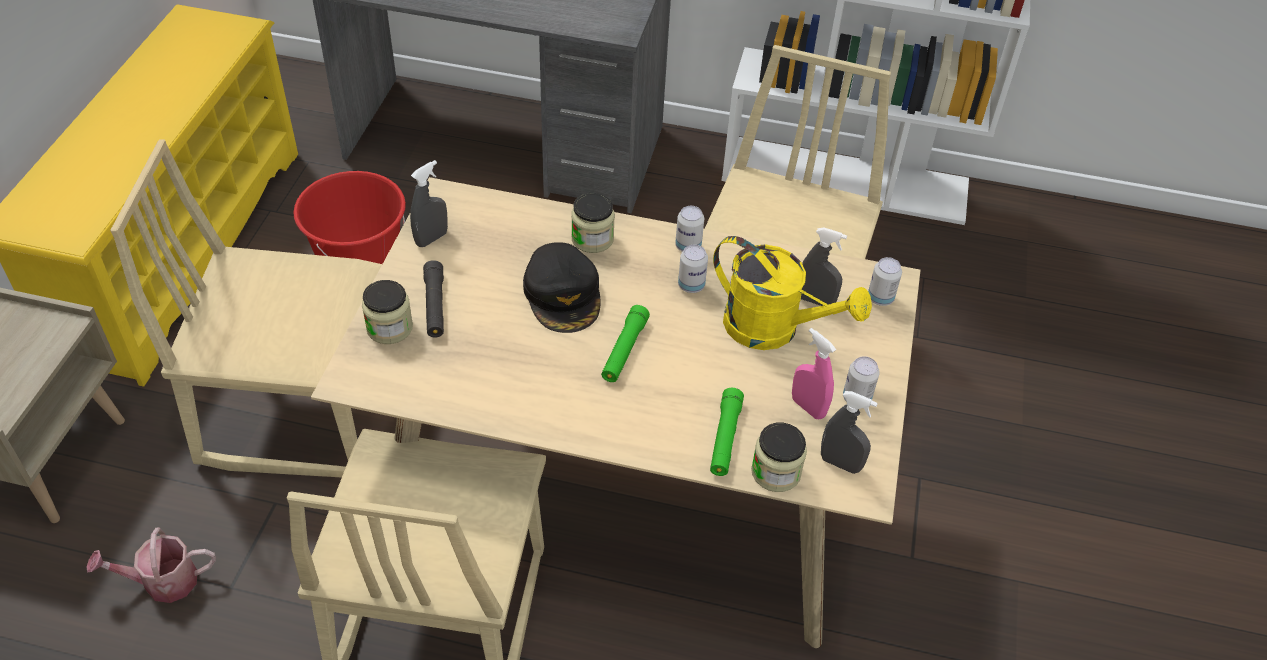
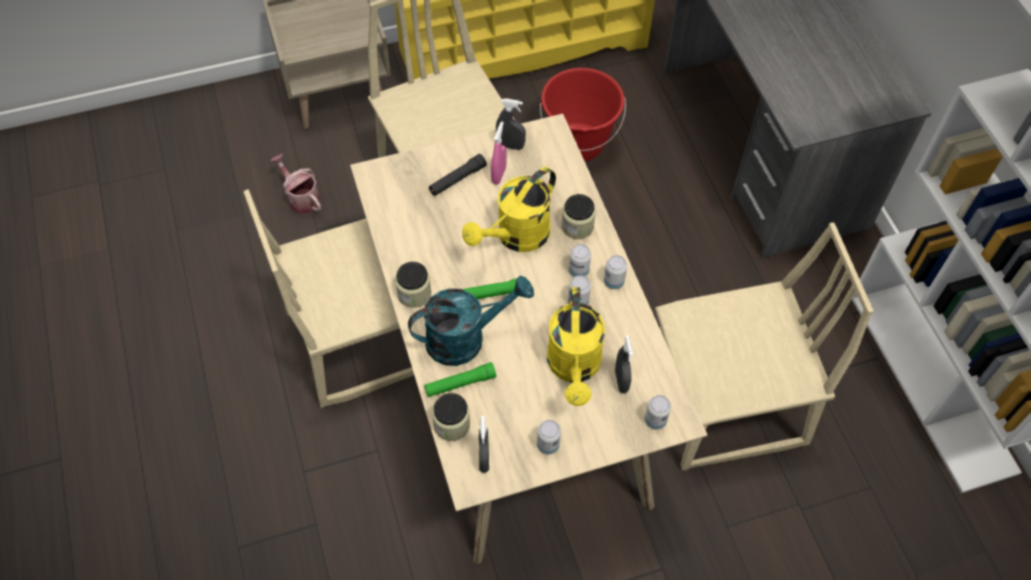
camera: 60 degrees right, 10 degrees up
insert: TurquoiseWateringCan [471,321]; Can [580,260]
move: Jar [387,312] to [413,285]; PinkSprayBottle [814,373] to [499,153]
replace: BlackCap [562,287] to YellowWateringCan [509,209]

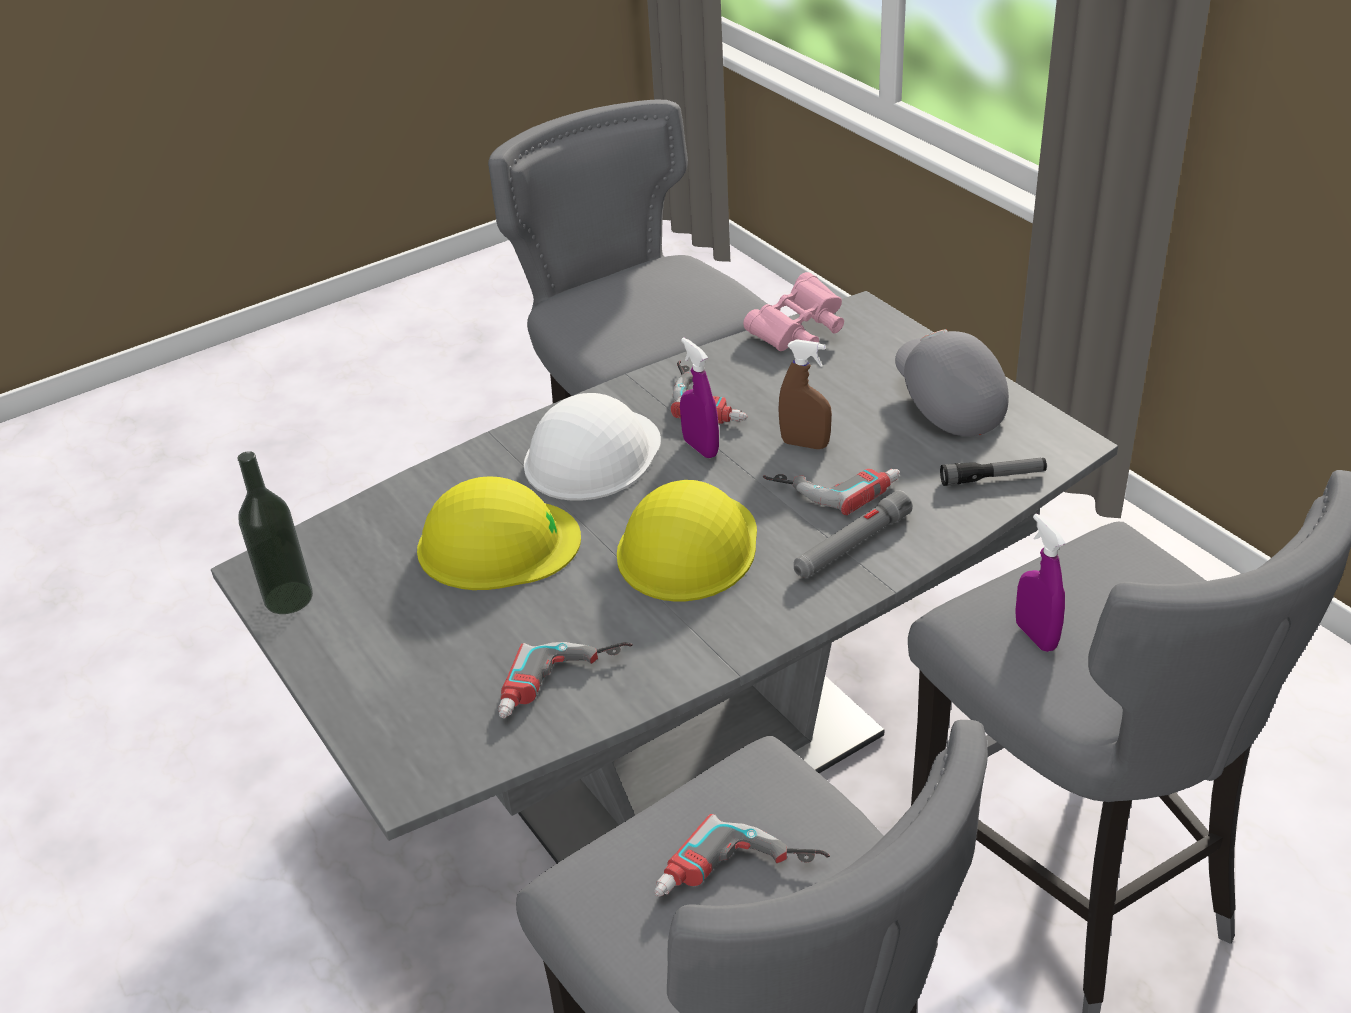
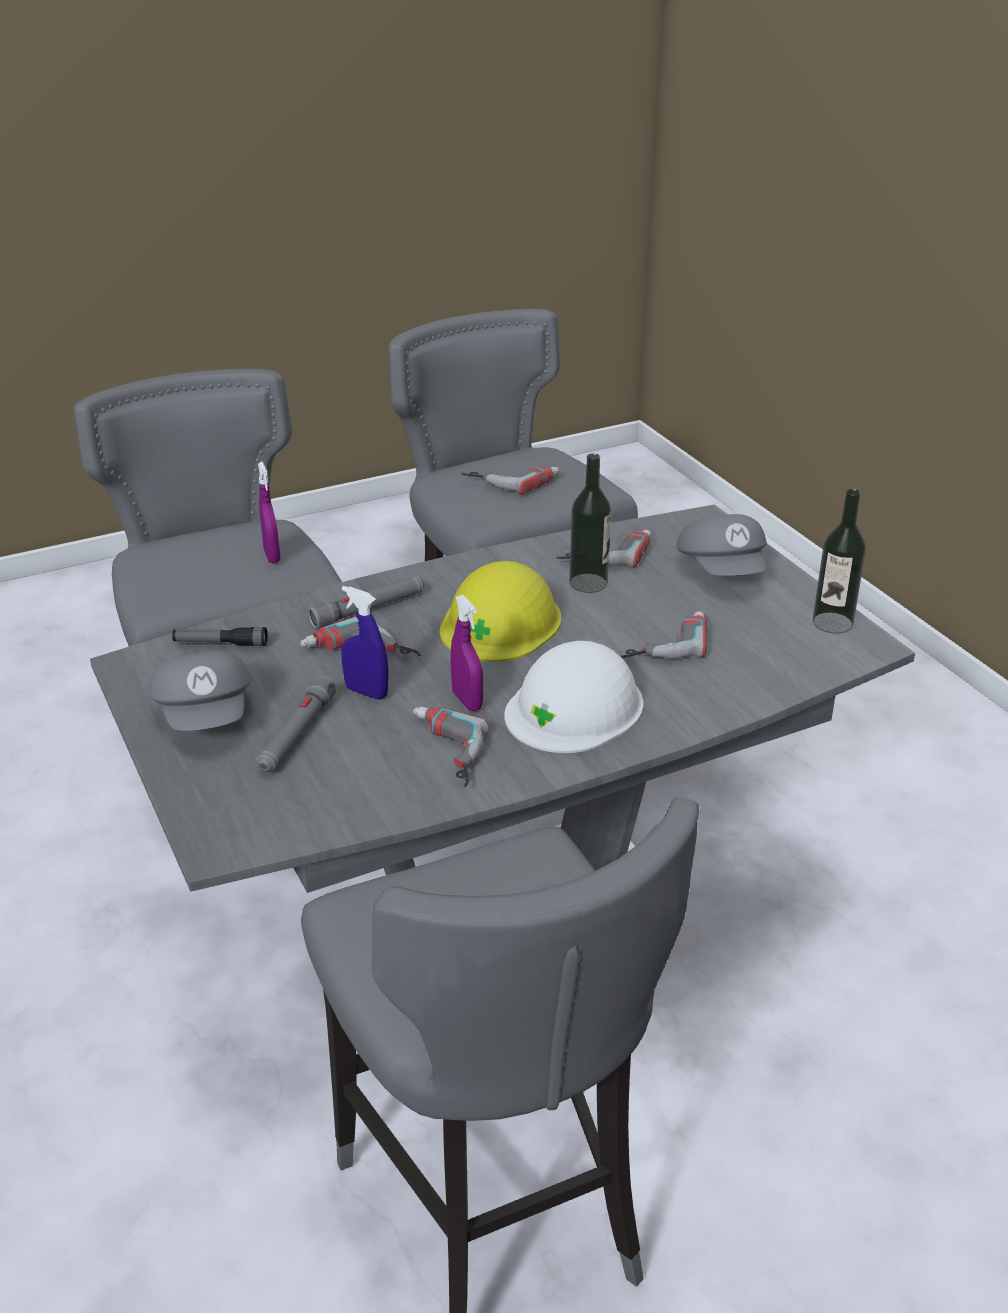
camera: 175 degrees left, 5 degrees down
delete: PinkBinoculars [793,311]
insert: GreyFlashlight [296,724]; Bottle [590,523]; GreyCap [721,545]
replace: YellowHardHat [499,533] to PowerDrill [663,635]
recolor: BrownSprayBottle [805,394] to BlueSprayBottle [365,643]

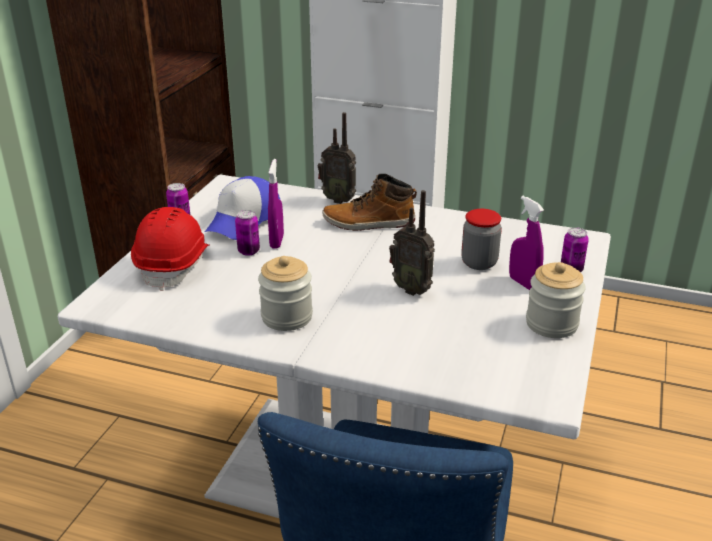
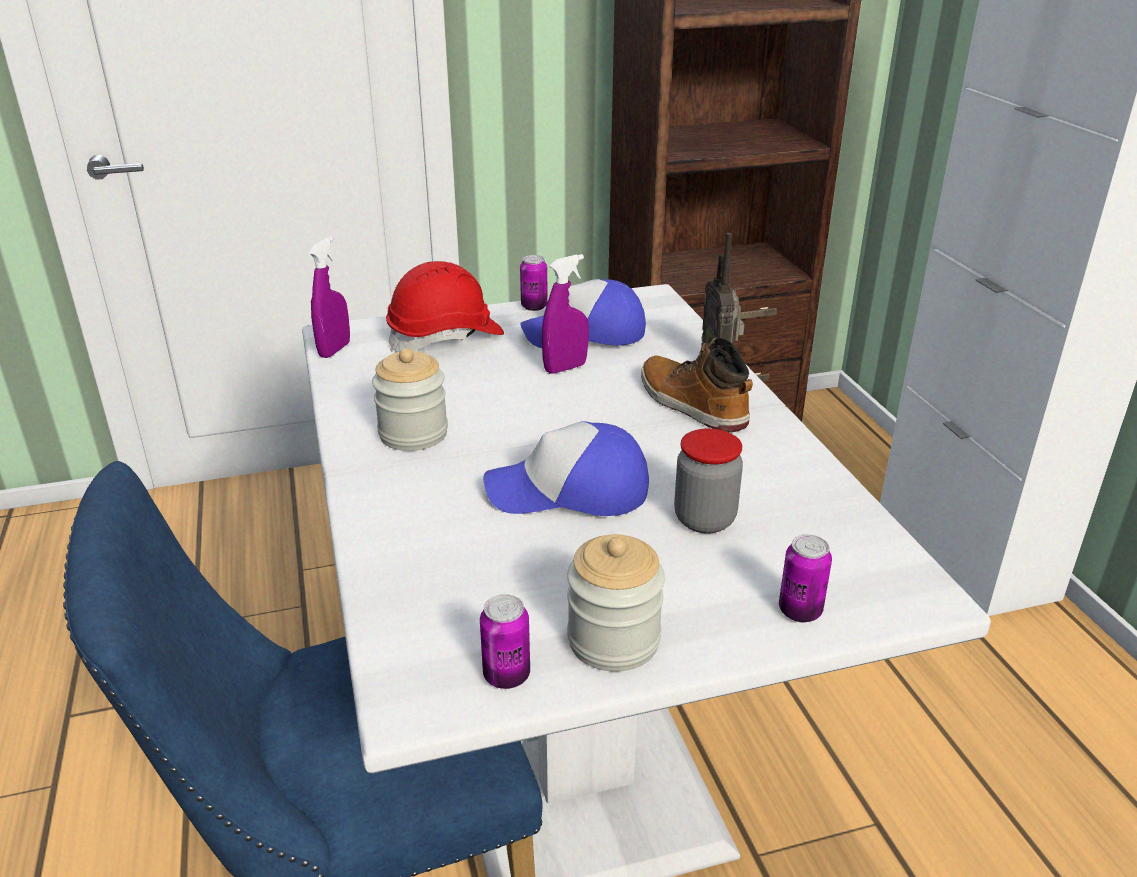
camera: 55 degrees right, 0 degrees up
move: Can [247,233] to [505,641]; PurpleSprayBottle [526,243] to [329,297]
replace: Radio [412,243] to Cap [566,468]

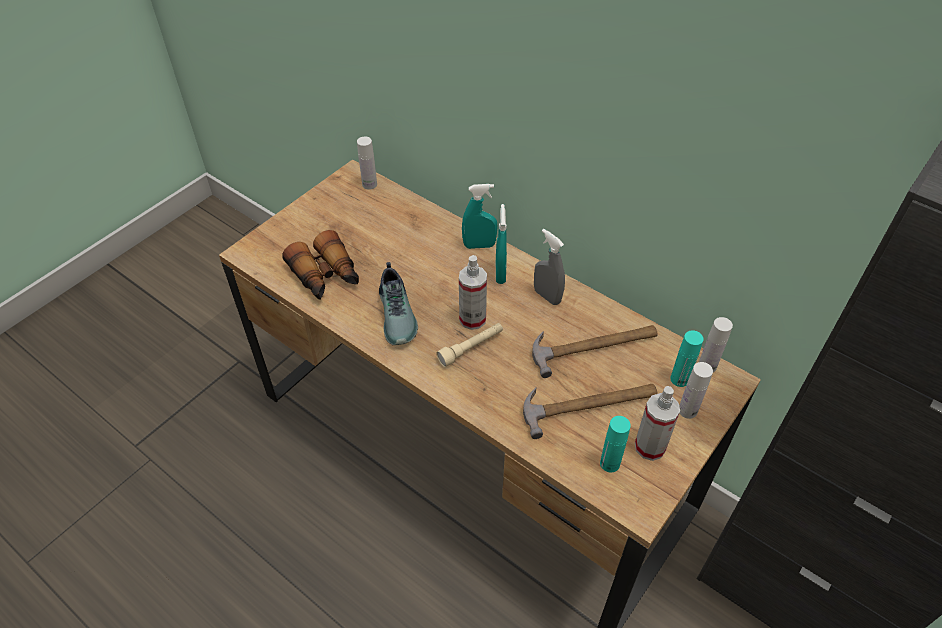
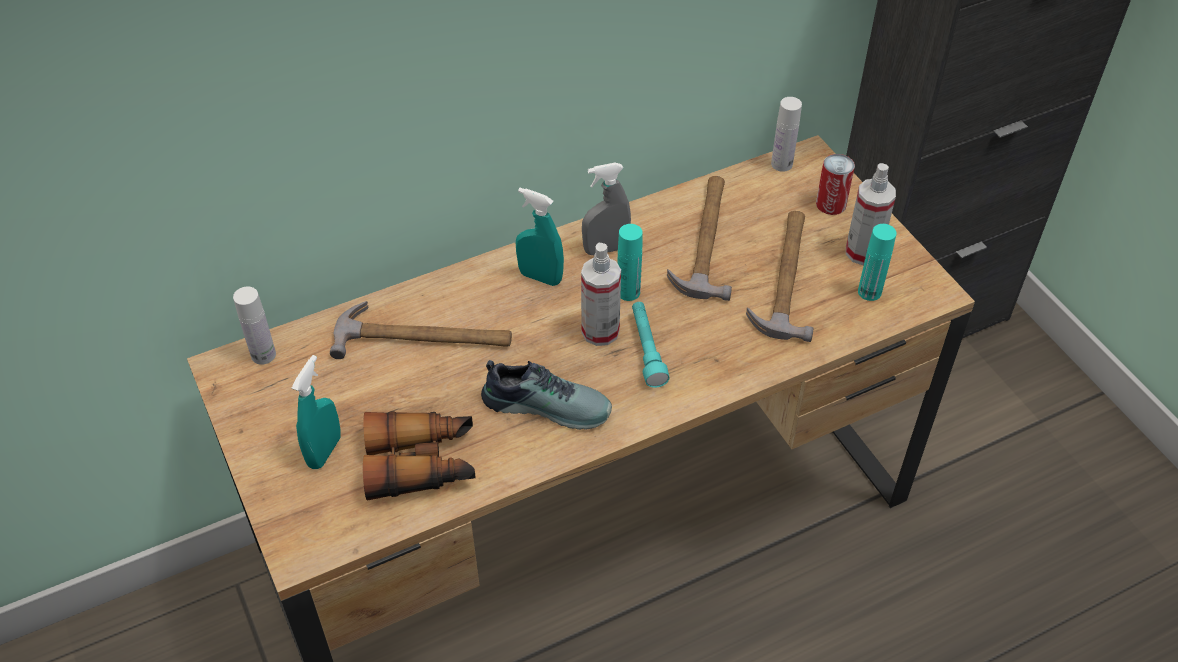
camera: 65 degrees left, 0 degrees up
insert: Hammer [421,330]
move: TurquoiseSprayBottle [480,216] to [316,412]; TurquoiseBottle [687,358] to [630,262]
replace: WhiteBottle [696,390] to Can [835,184]
recolor: BeigeFlashlight [469,345] to TurquoiseFlashlight [650,345]

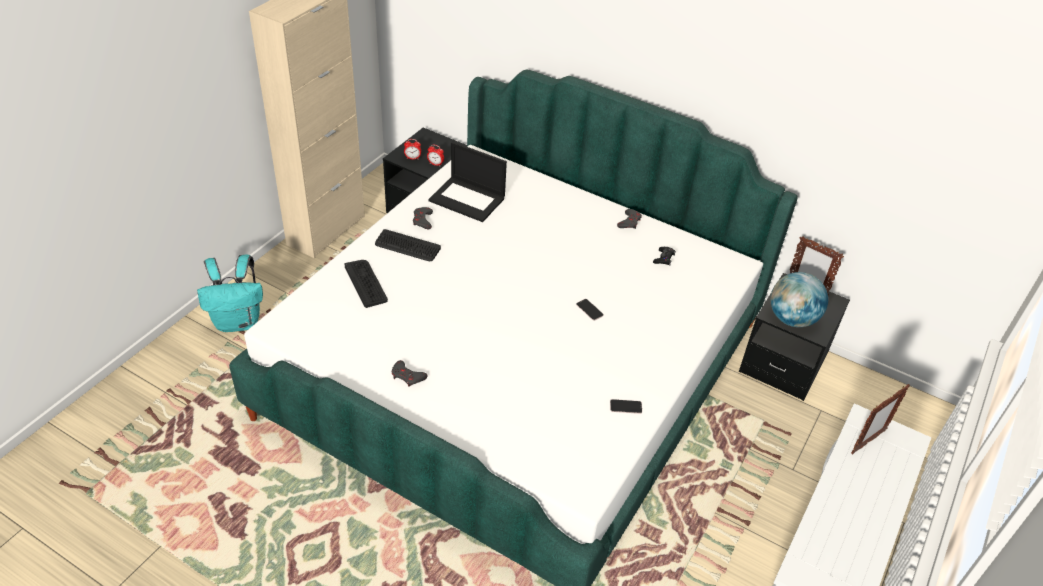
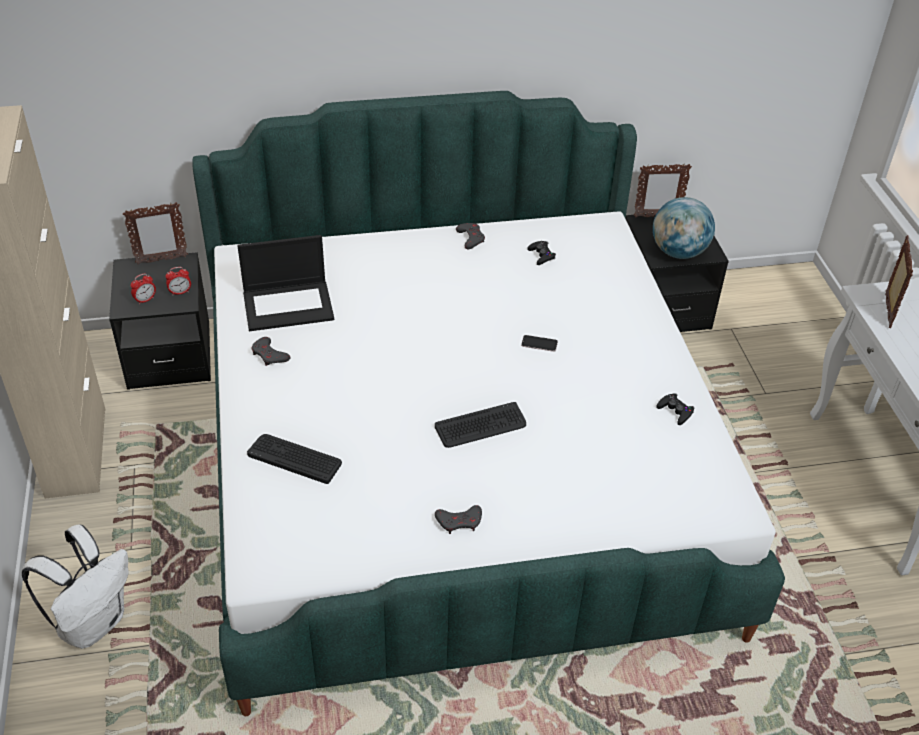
camera: 40 degrees left, 0 degrees up
insert: PictureFrame [155,233]
move: Keyboard [408,245] to [480,425]
replace: Phone [626,406] to BlackGameController [675,409]
recolor: TurquoiseBackpack [230,293] to WhiteBackpack [75,587]

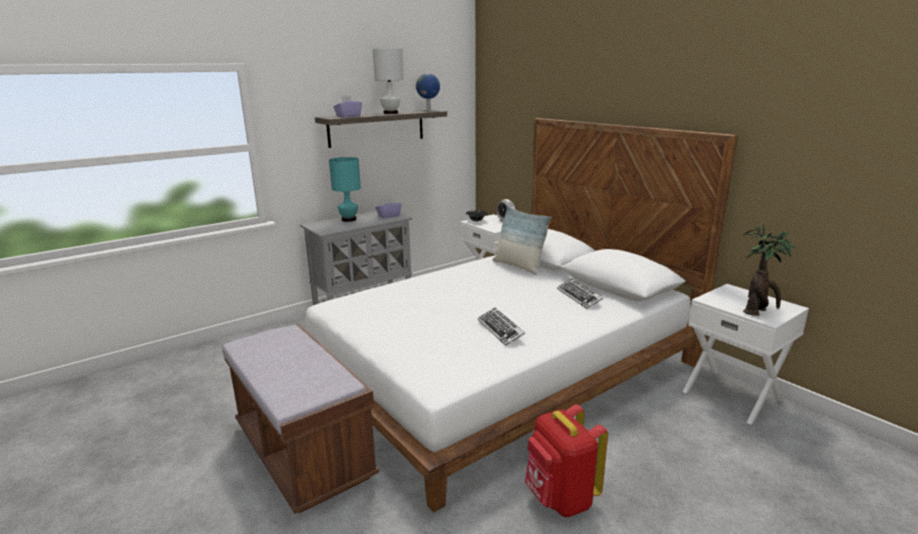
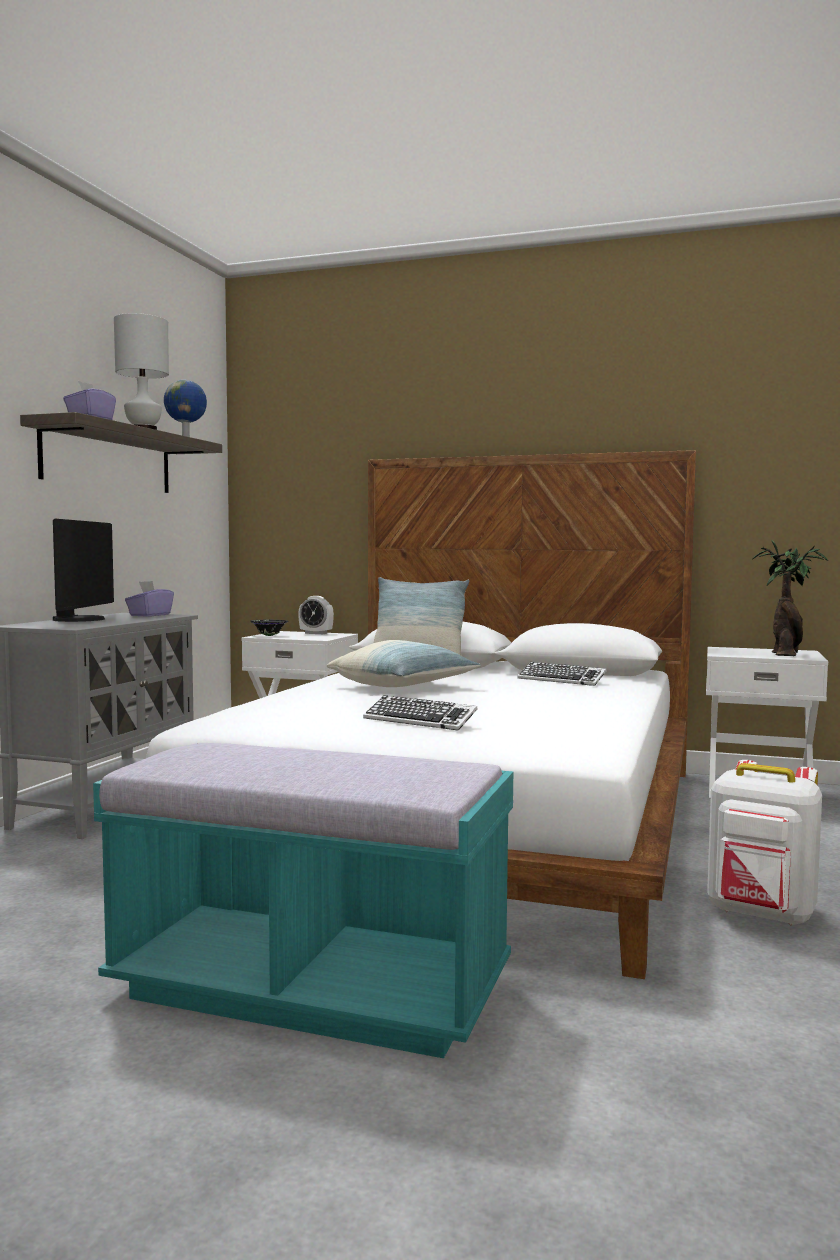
camera: 35 degrees left, 15 degrees down
insert: Pillow [404,663]
move: Keyboard [501,327] to [420,713]
replace: TurquoiseTableLamp [345,189] to Monitor [83,570]
recolor: BrownBench [300,419] to TurquoiseBench [303,900]; RedBackpack [566,460] to WhiteBackpack [764,843]

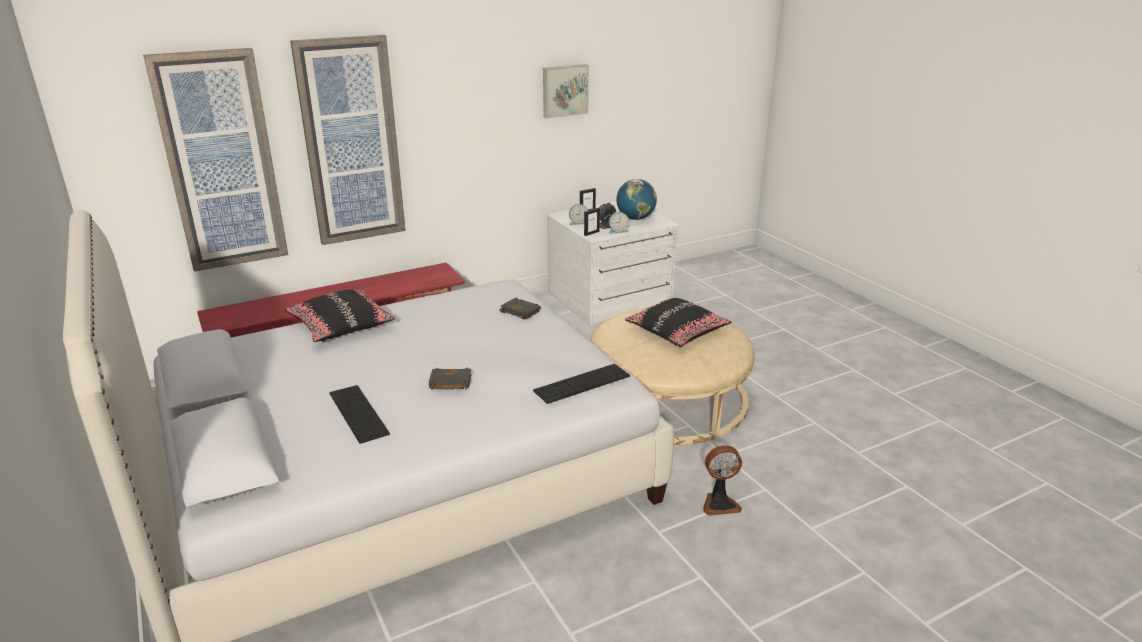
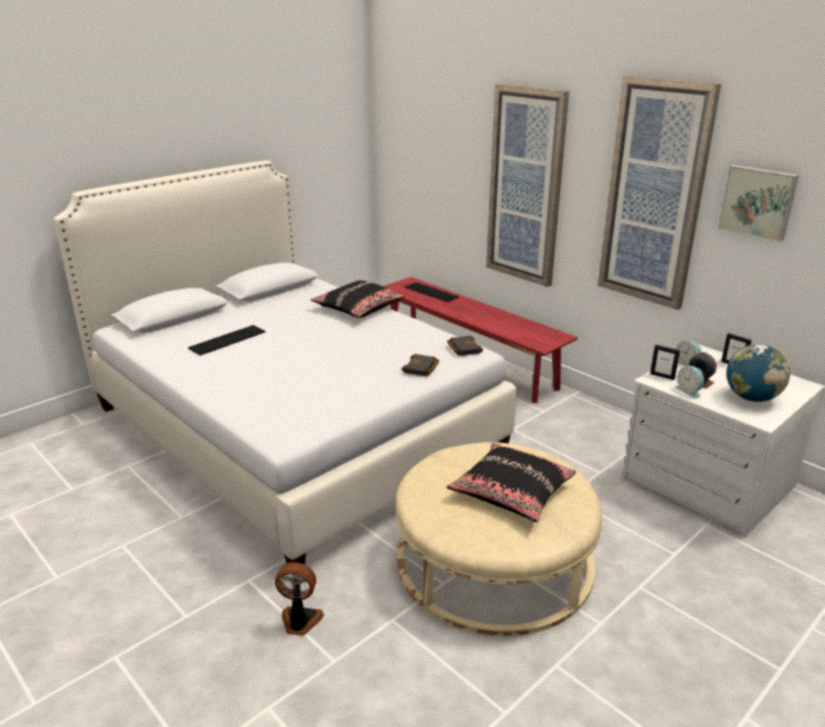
camera: 75 degrees right, 0 degrees up
move: Picture [215,160] to [659,193]; BlackBook [450,378] to [465,346]; Keyboard [581,384] to [432,292]
rotate: Fan [722,480] = [299,598] 120 degrees clockwise

